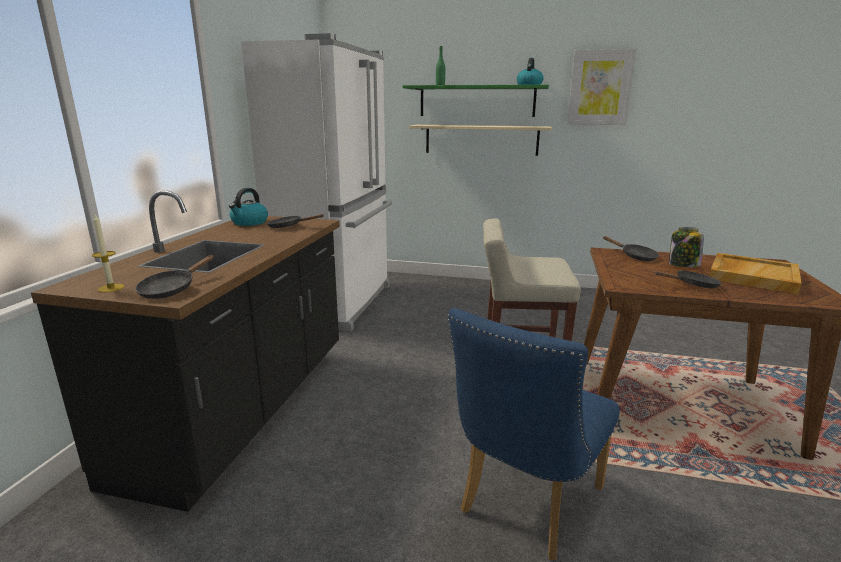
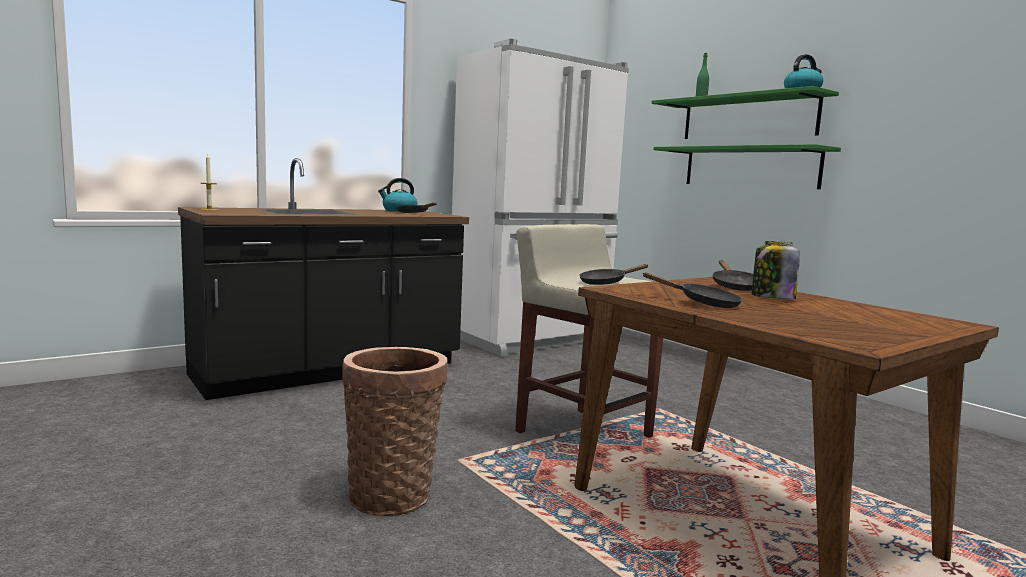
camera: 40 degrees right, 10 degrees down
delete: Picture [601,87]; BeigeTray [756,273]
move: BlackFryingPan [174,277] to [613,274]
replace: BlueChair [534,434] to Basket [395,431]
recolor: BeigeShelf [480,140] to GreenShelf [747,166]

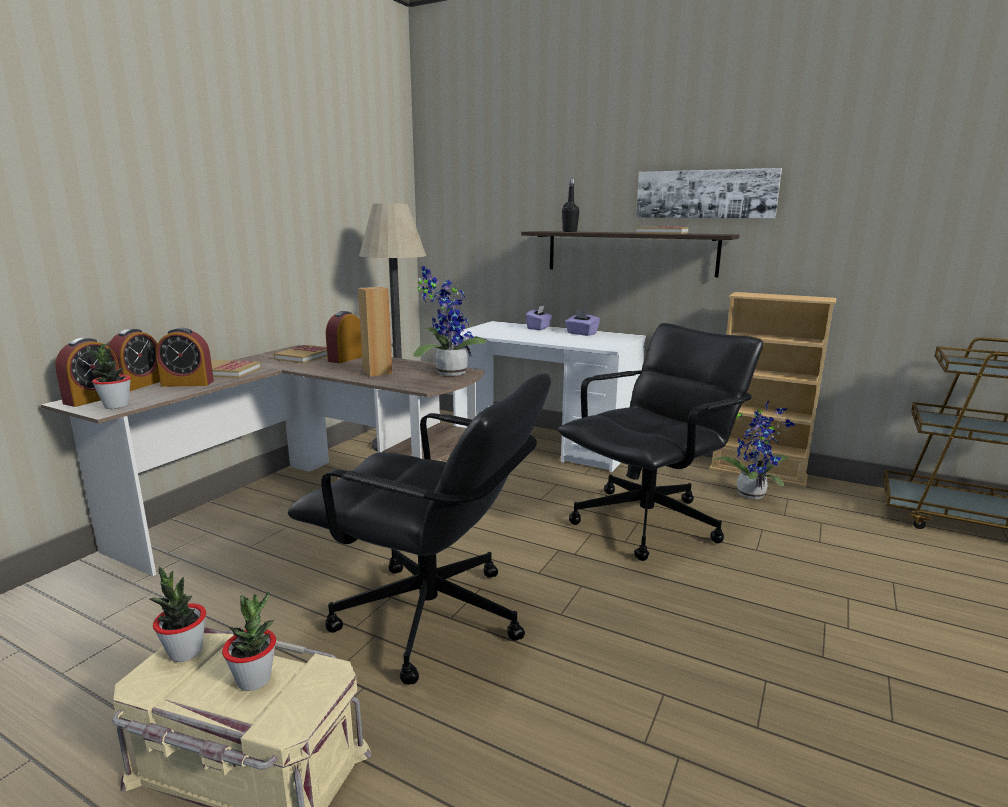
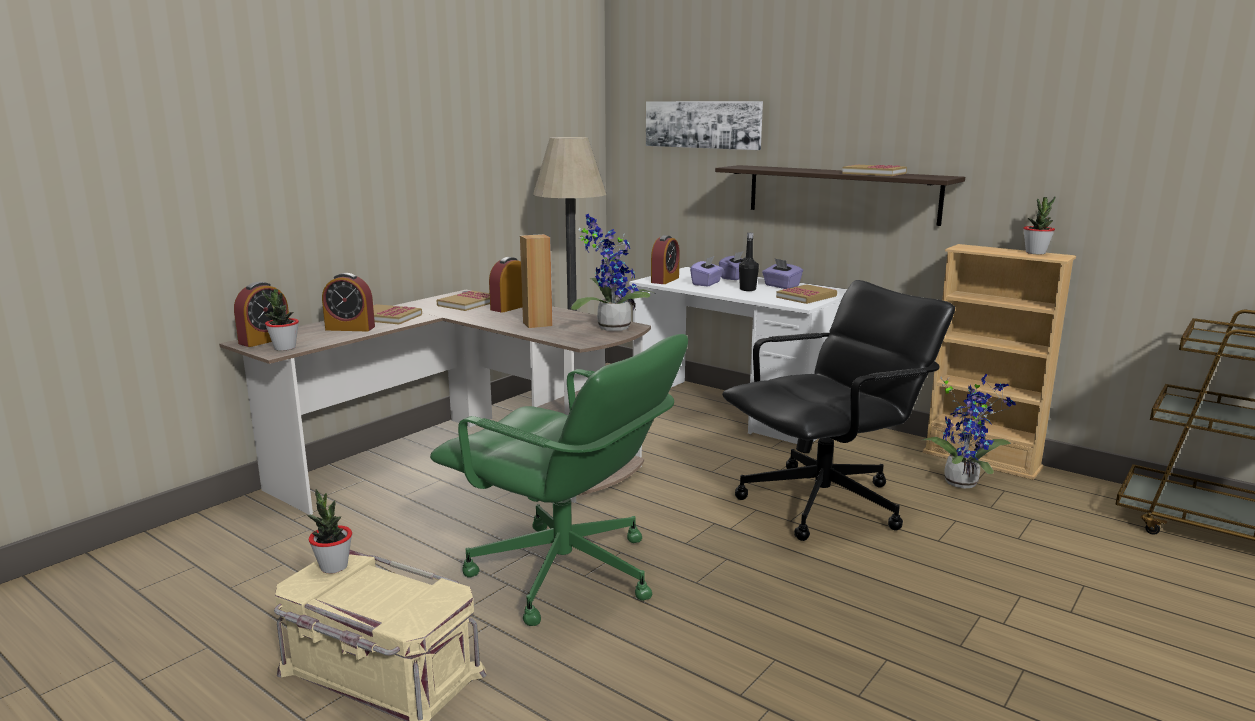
camera: 10 degrees right, 0 degrees up
insert: PurpleTissueBox [706,271]; Book [806,294]
move: AlarmClock [134,360] to [665,259]; PottedPlant [249,641] to [1039,225]; BlackBottle [570,205] to [749,262]; Picture [709,193] to [704,125]
recolor: BlackOfficeChair [419,529] to GreenOfficeChair [559,480]

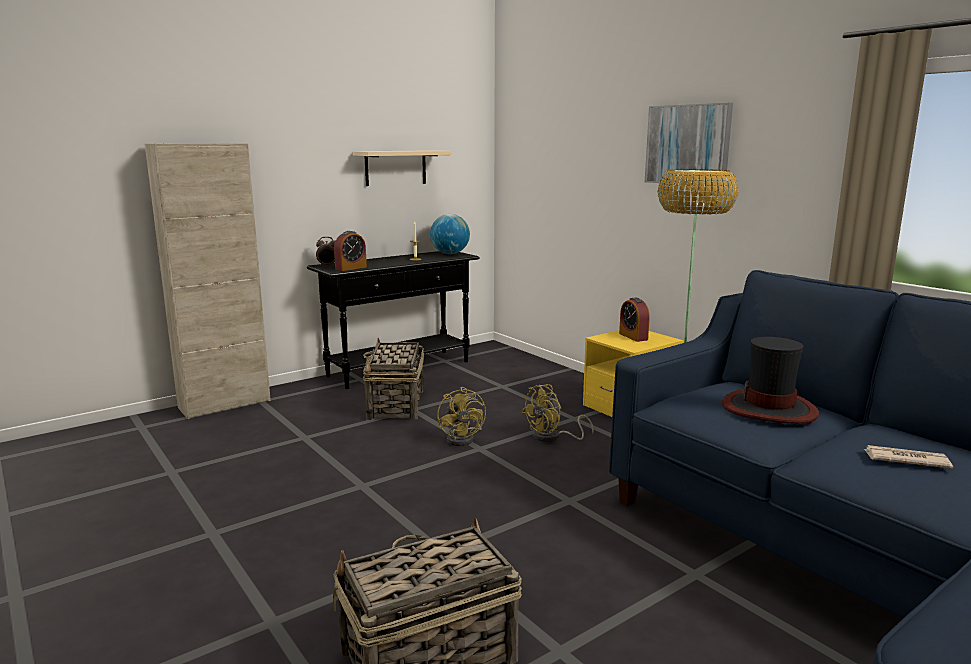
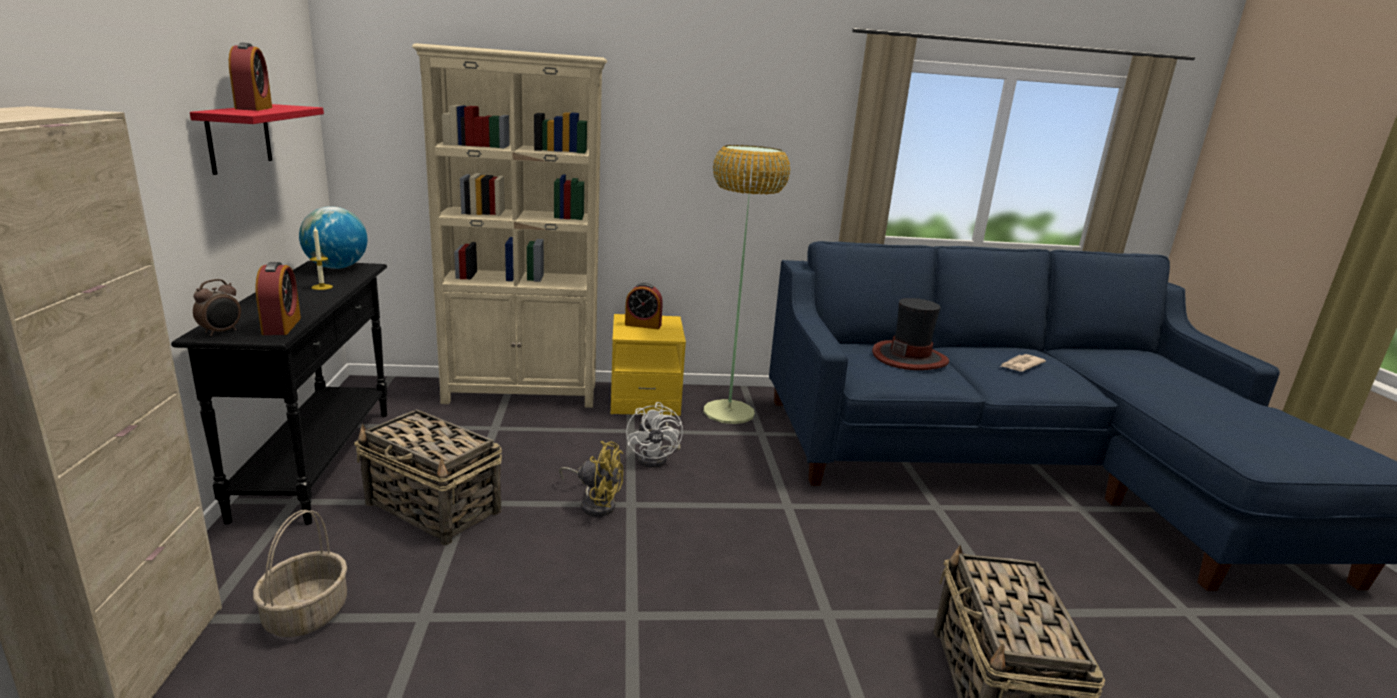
camera: 60 degrees left, 5 degrees up
delete: Picture [689,145]
insert: AlarmClock [250,76]; Basket [300,573]; BeigeBookcase [509,225]
recolor: BeigeShelf [402,168] to RedShelf [257,139]; YellowFan [557,413] to WhiteFan [654,435]

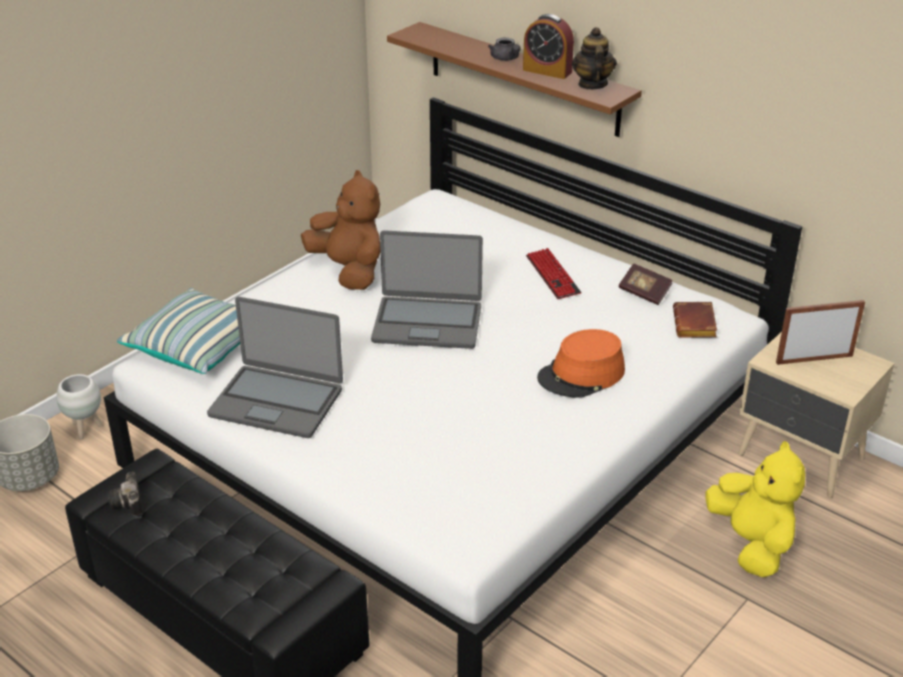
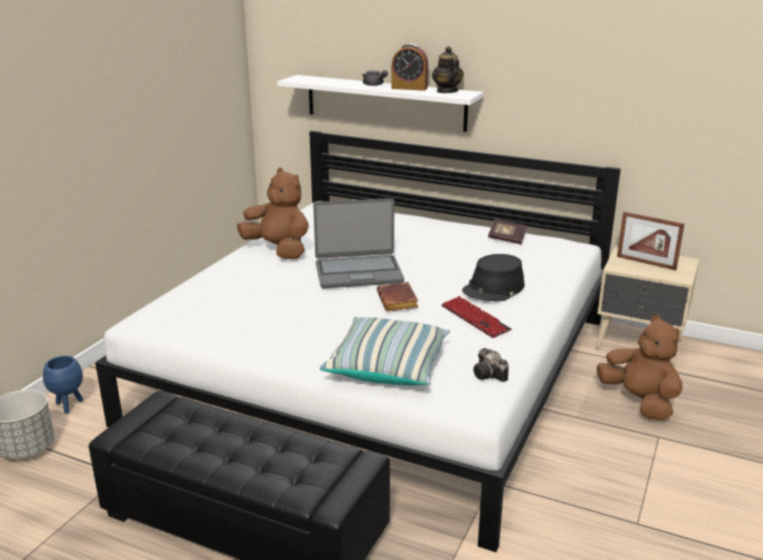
camera: 15 degrees left, 10 degrees down
delete: Laptop [275,367]
move: PhotoCamera [125,494] to [491,365]; Pillow [178,331] to [385,351]; Keyboard [553,273] to [476,317]; BrownBook [695,320] to [397,297]
recolor: WhitePlanter [79,407] to BluePlanter [63,385]; BrownShelf [514,79] to WhiteShelf [380,103]; OrangeHat [581,363] to BlackHat [493,278]; YellowPlushToy [755,509] to BrownPlushToy [639,367]
rotate: PictureFrame [820,332] = [651,240] 120 degrees counterclockwise

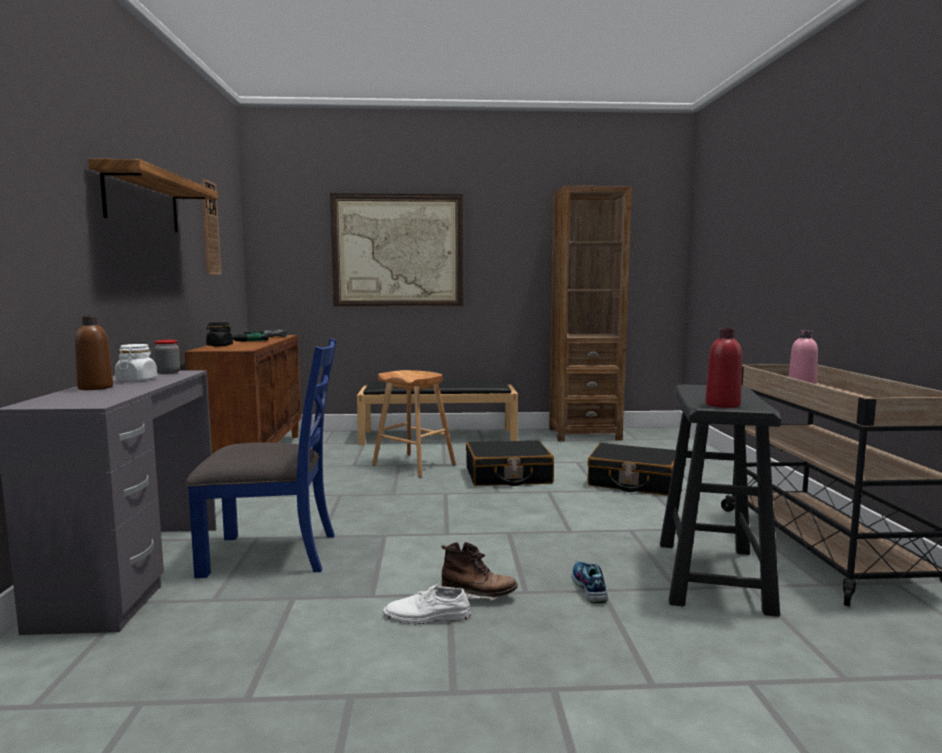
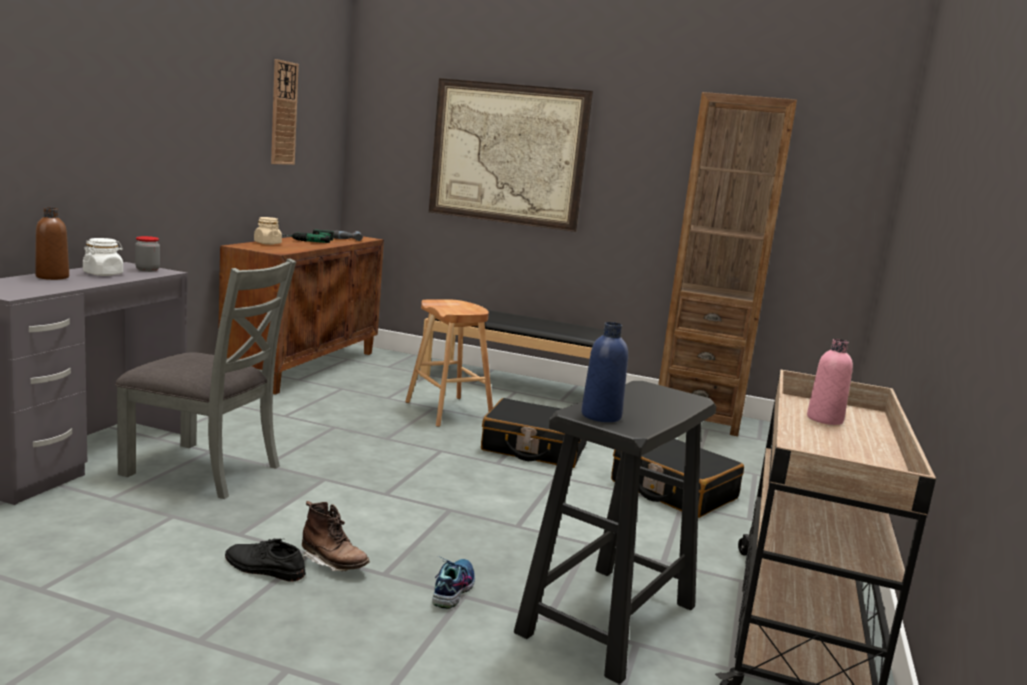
camera: 20 degrees right, 5 degrees up
delete: Shelf [153,195]
recolor: BlueChair [261,458] to GreyChair [205,379]; BlackJar [219,334] to BeigeJar [268,231]; WhiteShoe [427,604] to BlackShoe [265,560]; RedBottle [723,368] to BlueBottle [604,372]

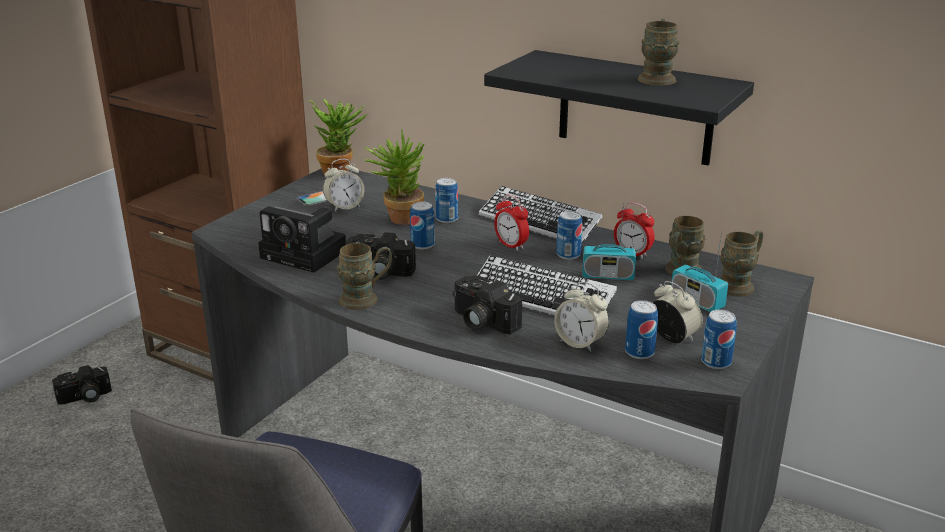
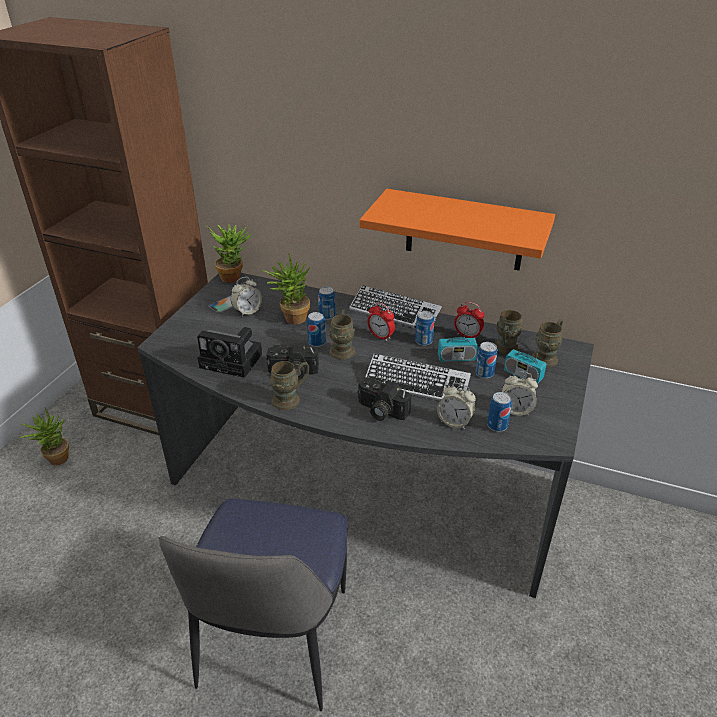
camera: 10 degrees left, 10 degrees up
move: BrownMug [659,52] to [342,334]; Can [719,339] to [486,360]
replace: PhotoCamera [82,385] to PottedPlant [44,436]
recolor: BlackShelf [619,108] to OrangeShelf [457,229]
rotate: AlarmClock [678,312] = [520,393] 150 degrees clockwise

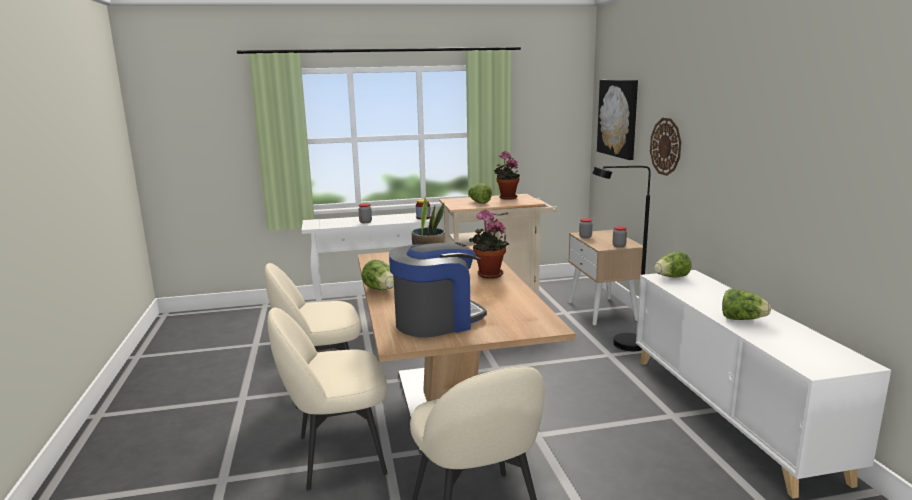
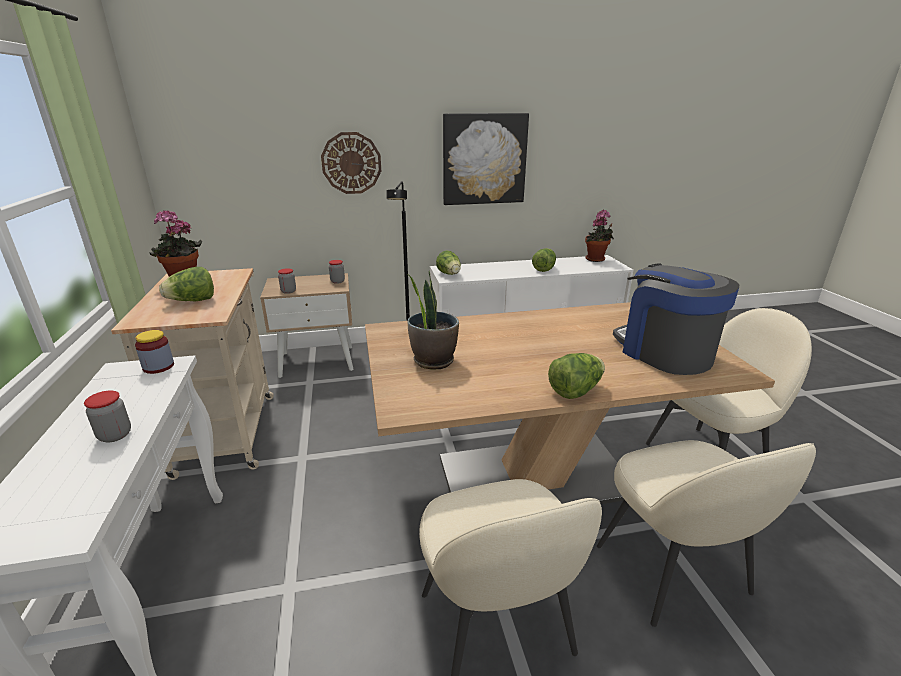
camera: 90 degrees left, 10 degrees up
move: PottedPlant [489,244] to [599,236]; Picture [617,120] to [486,159]

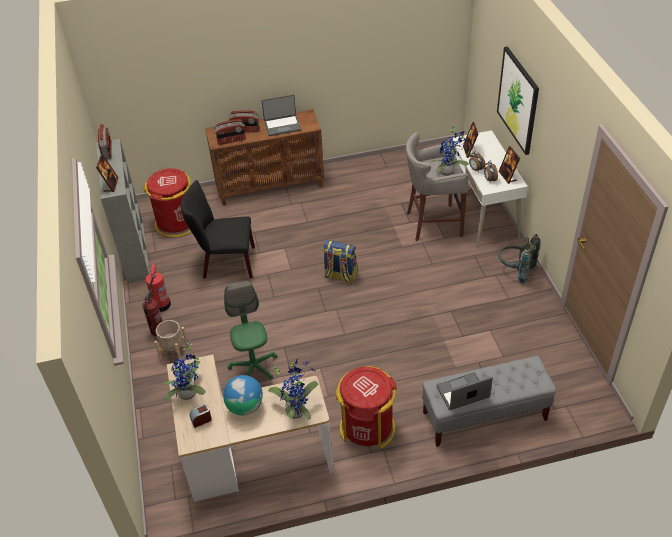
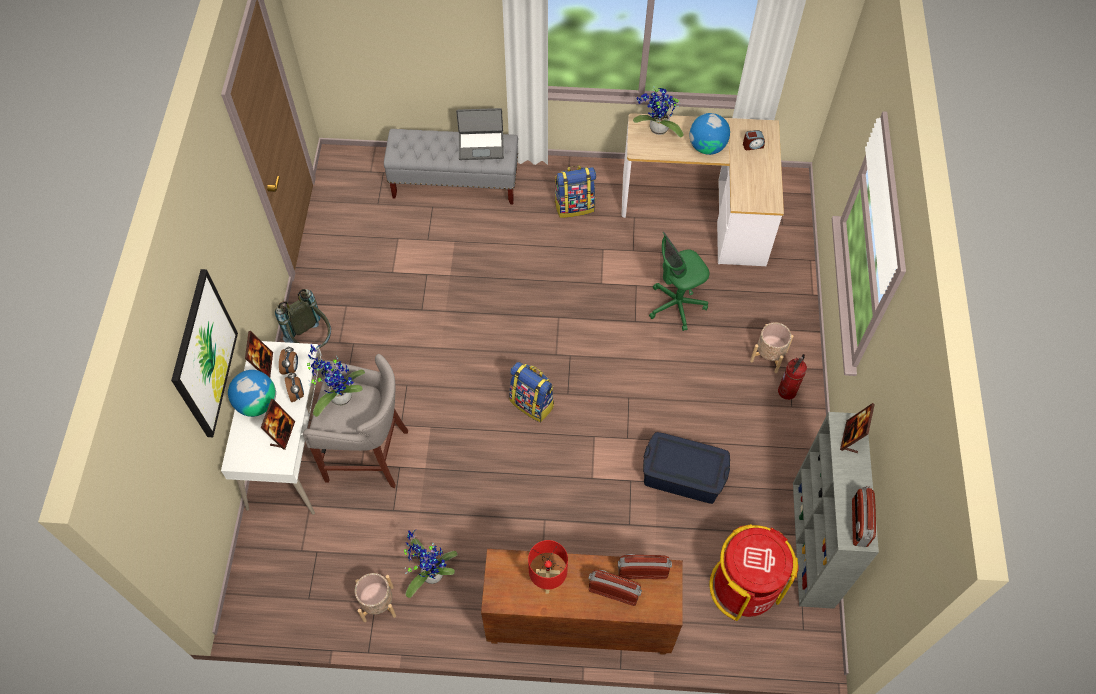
camera: 165 degrees left, 15 degrees up
delete: FireExtinguisher [158,287]
insert: Globe [252,393]; BeigePlanter [375,597]
move: PottedPlant [184,370] to [431,564]
replace: BlackChair [218,229] to BlueStorageBox [686,468]; Laptop [281,115] to RedTableLamp [548,567]; RedTrashCan [366,407] to Backpack [575,191]
rotate: GreenOfficeChair [250,330] = [679,281] 60 degrees clockwise

